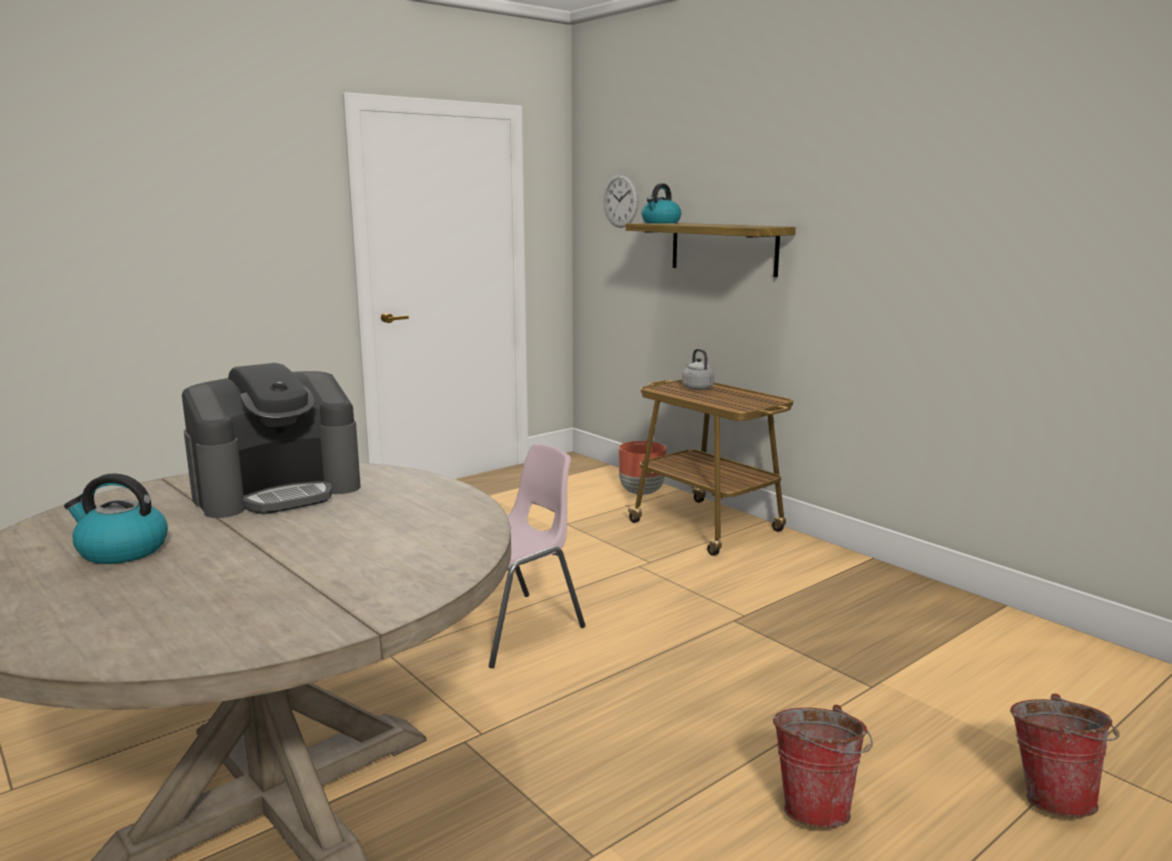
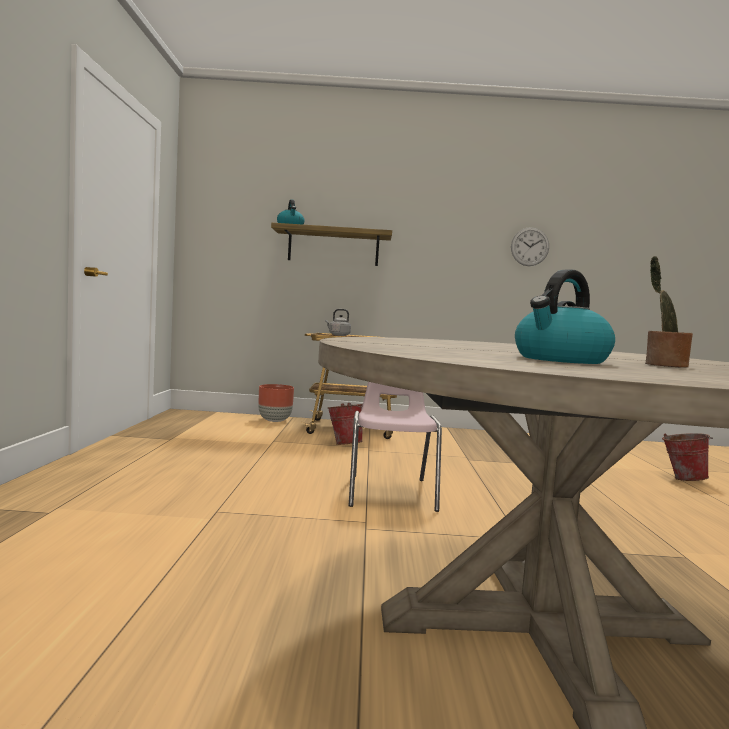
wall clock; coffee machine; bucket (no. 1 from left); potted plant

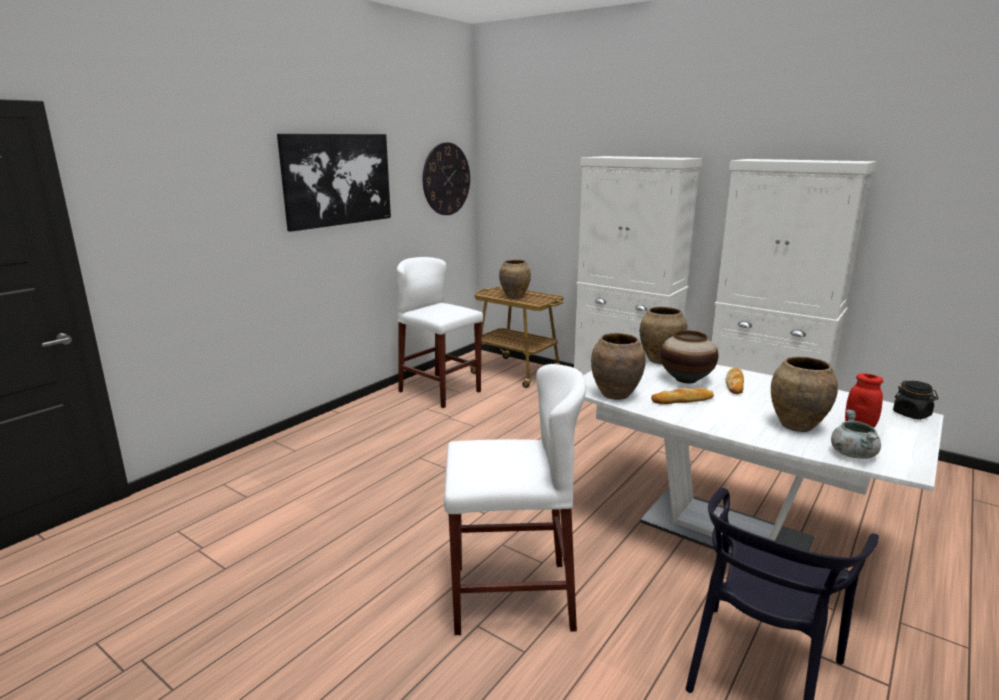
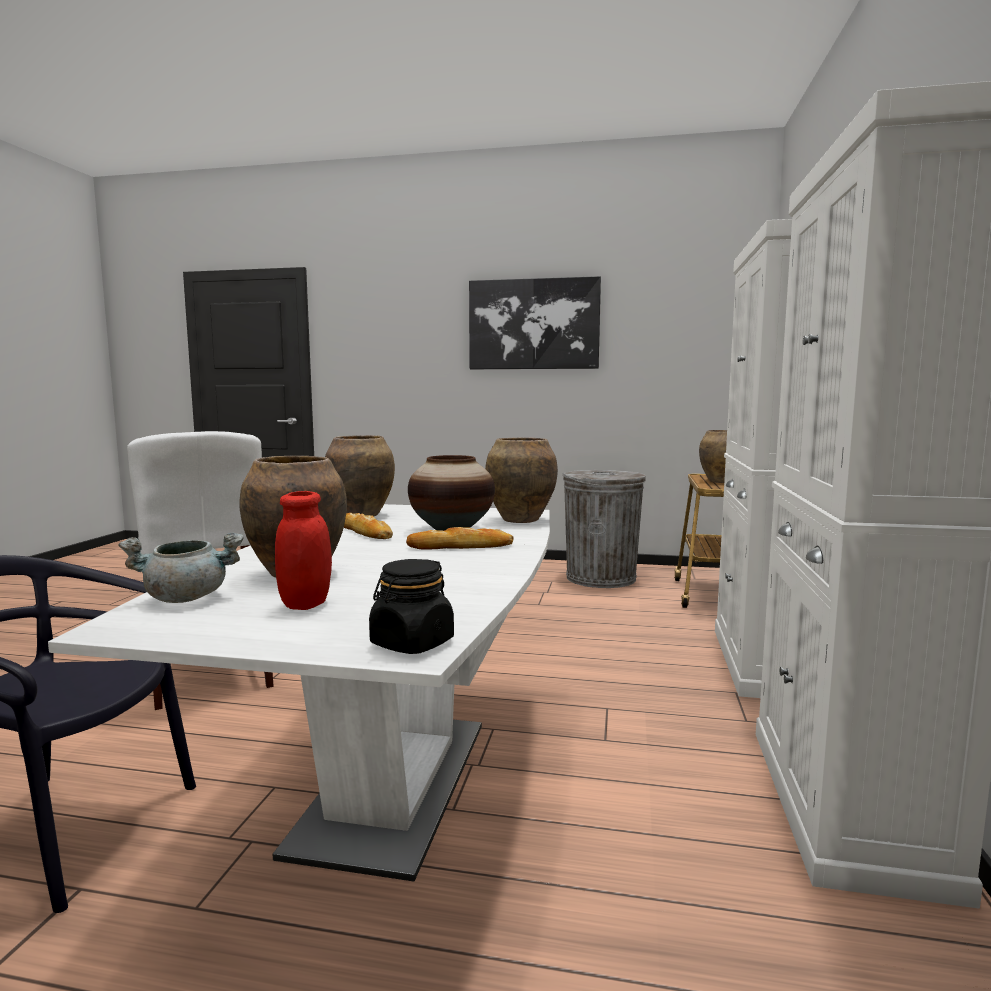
wall clock; trash can (grey)

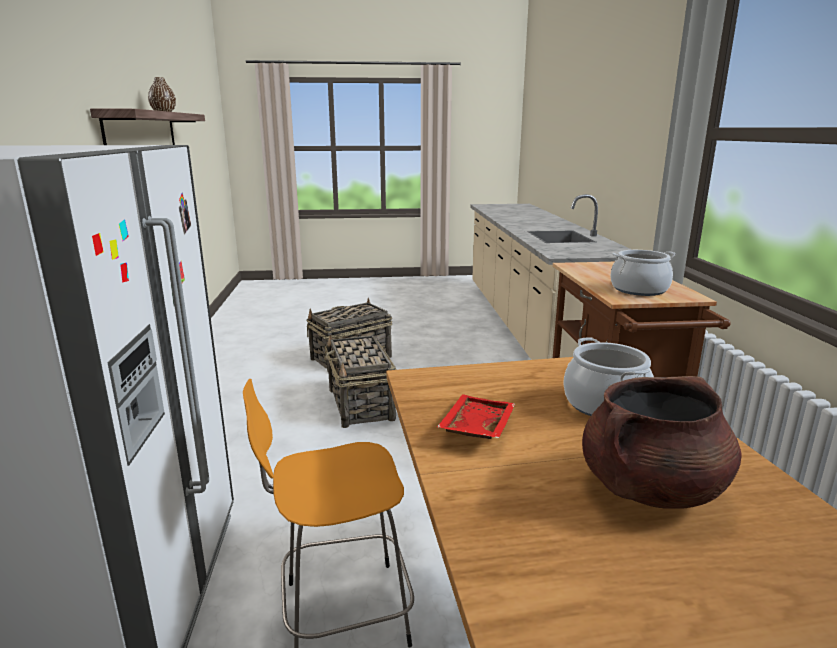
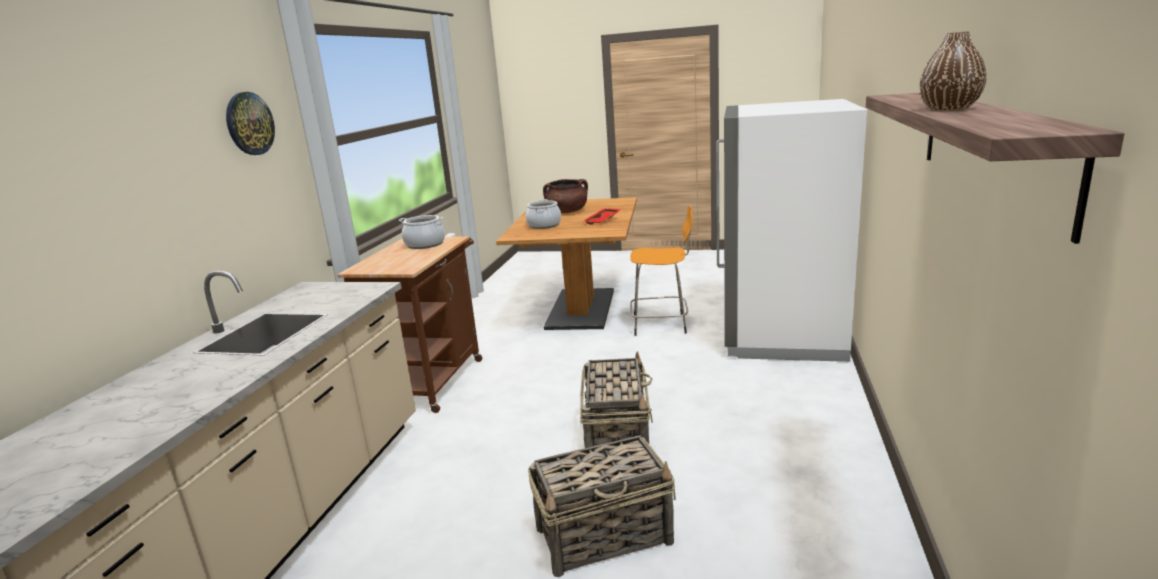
wall clock

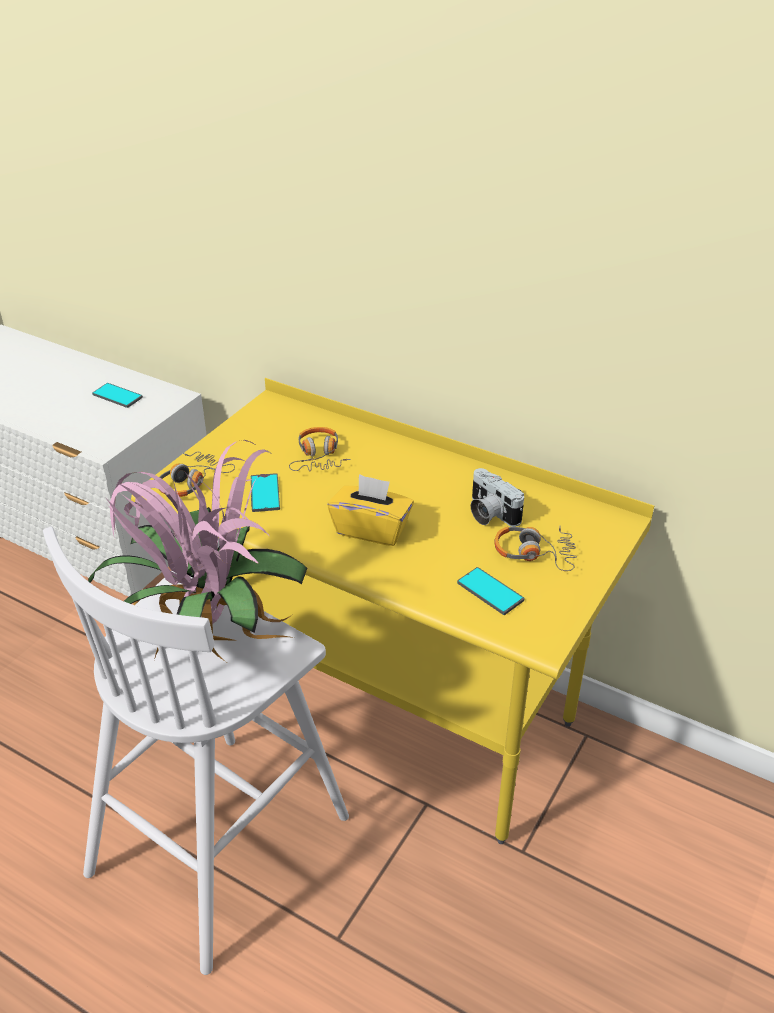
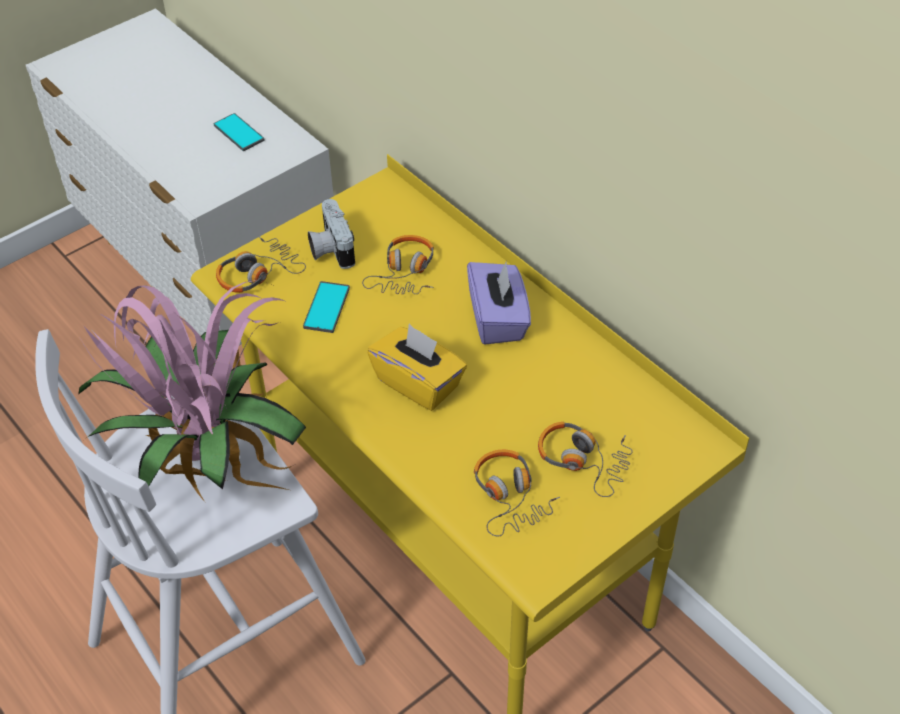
photo camera; headphones (no. 3 from left); tissue box (purple)

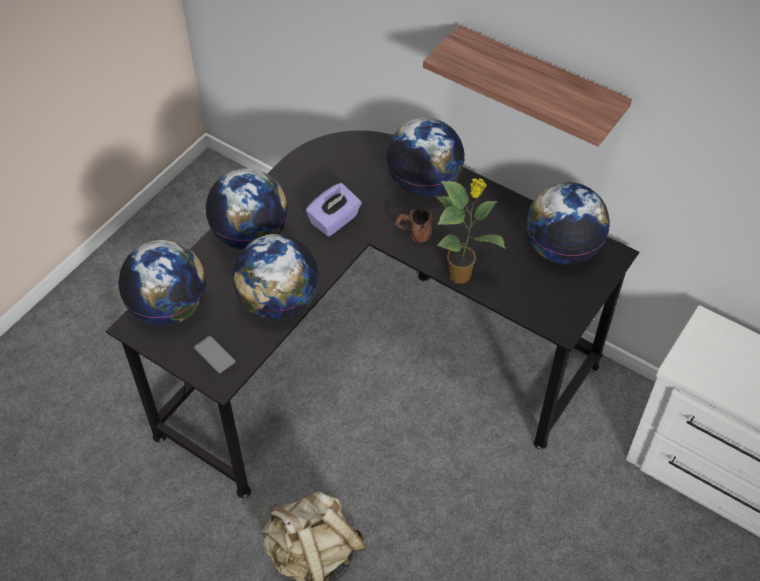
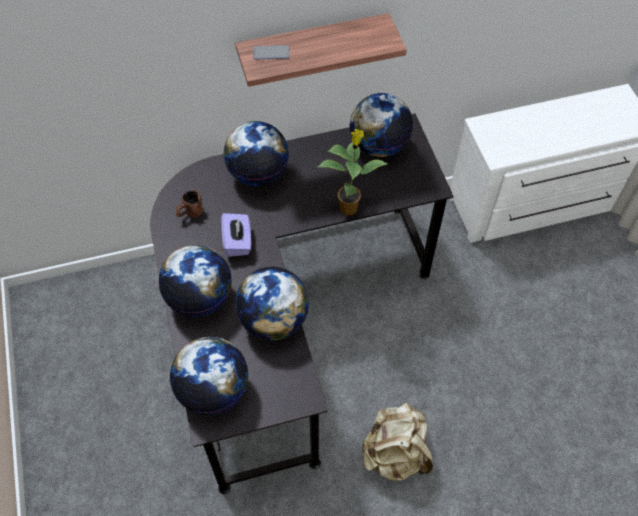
mug (brown); phone

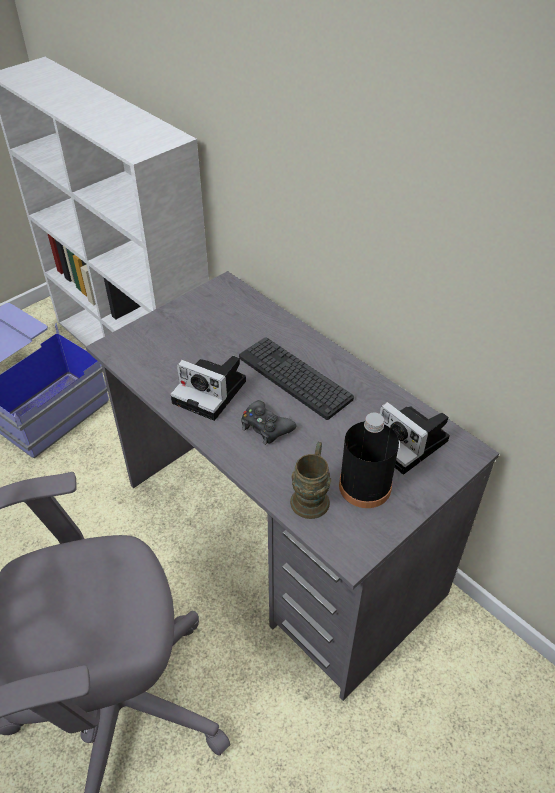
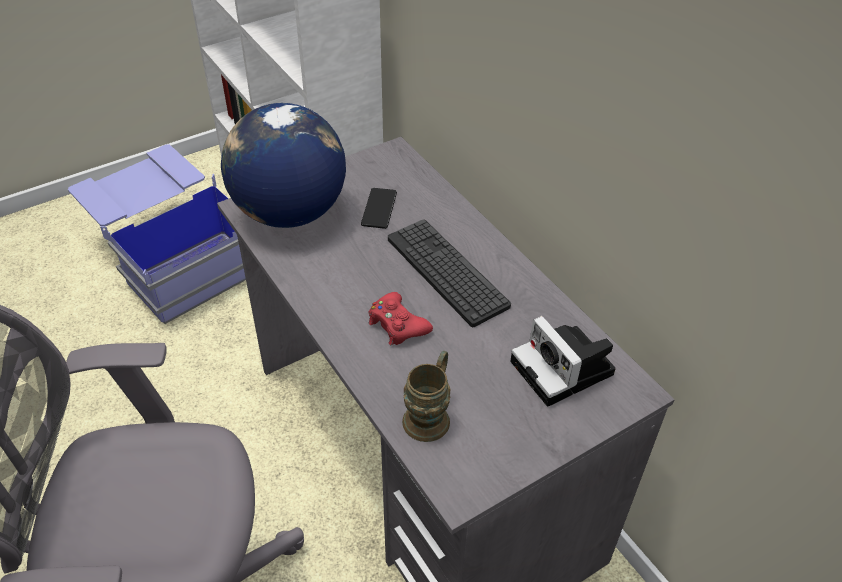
photo camera (no. 1 from left in the first image); game controller (red); bottle (black); globe; phone

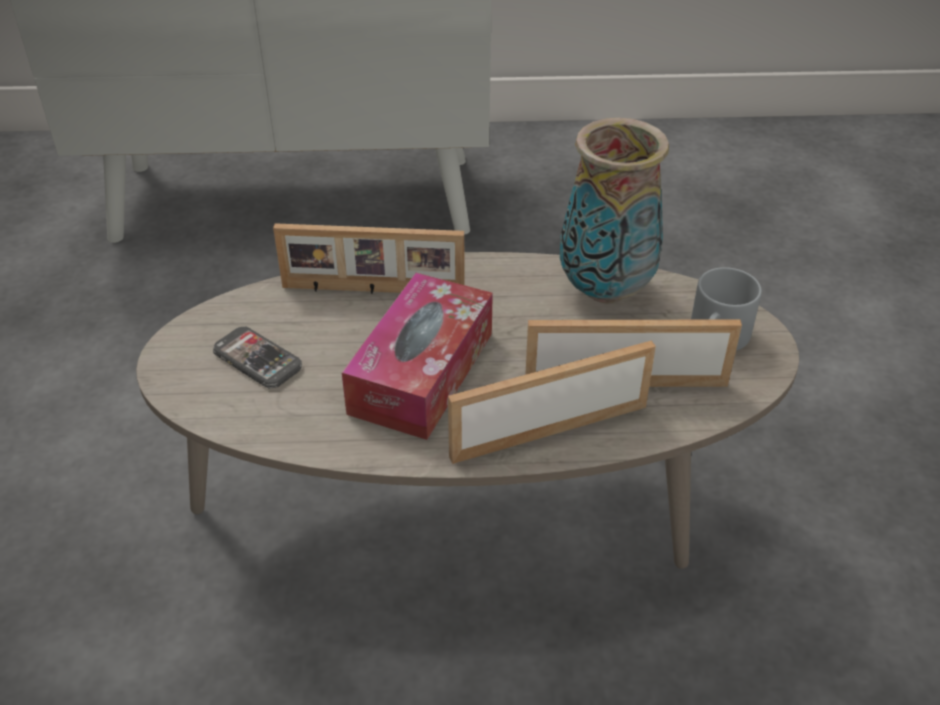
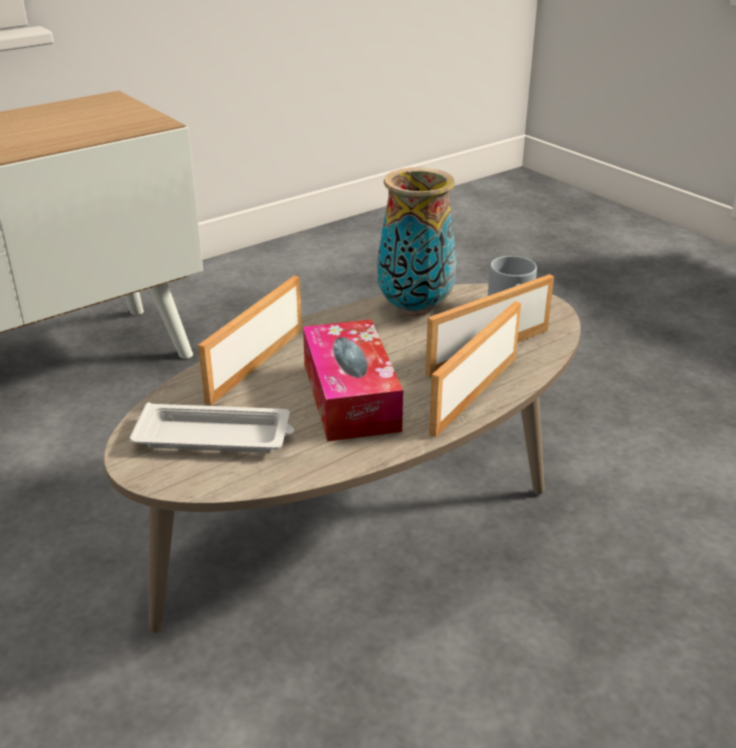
picture frame (no. 1 from left); tray (white)

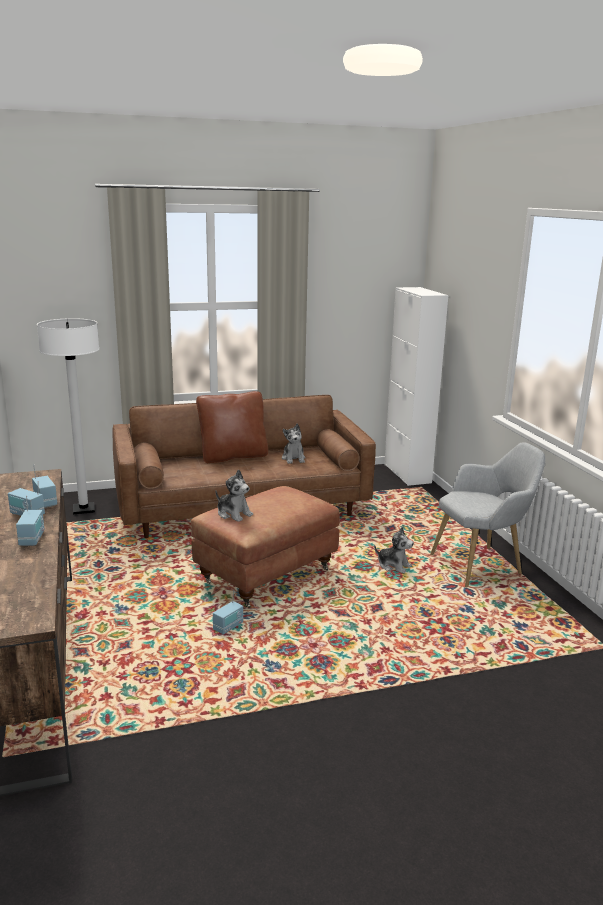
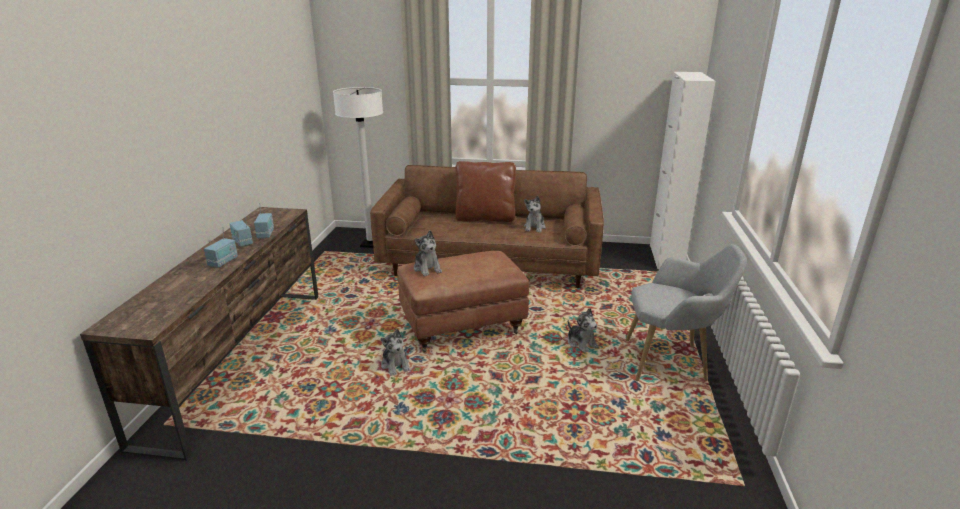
plush toy (no. 1 from left)

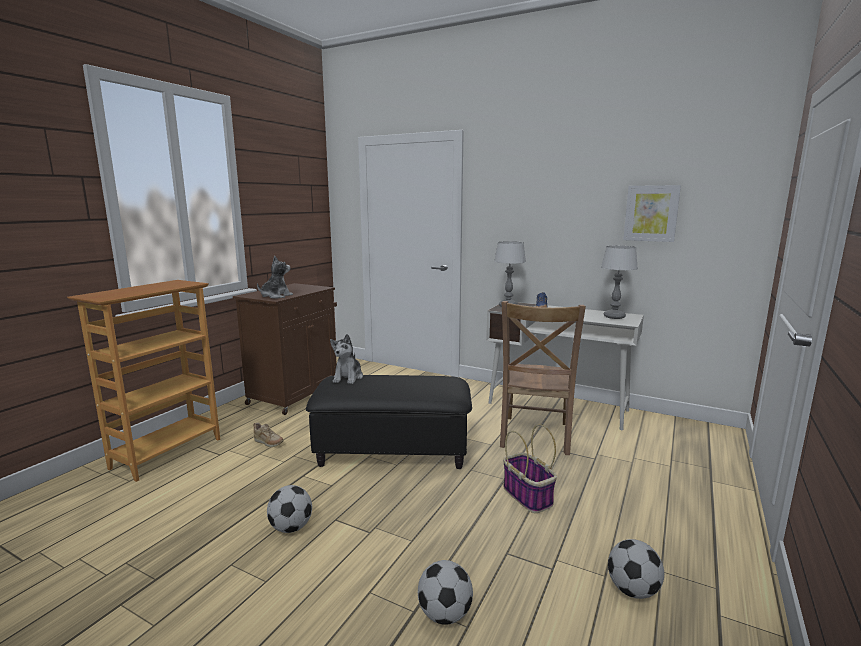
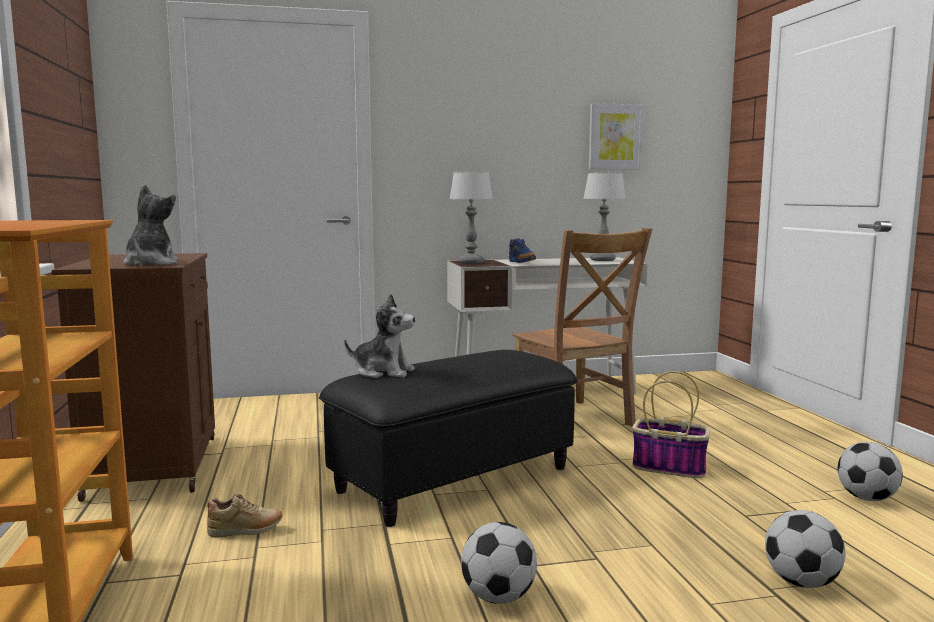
plush toy (no. 2 from left)

